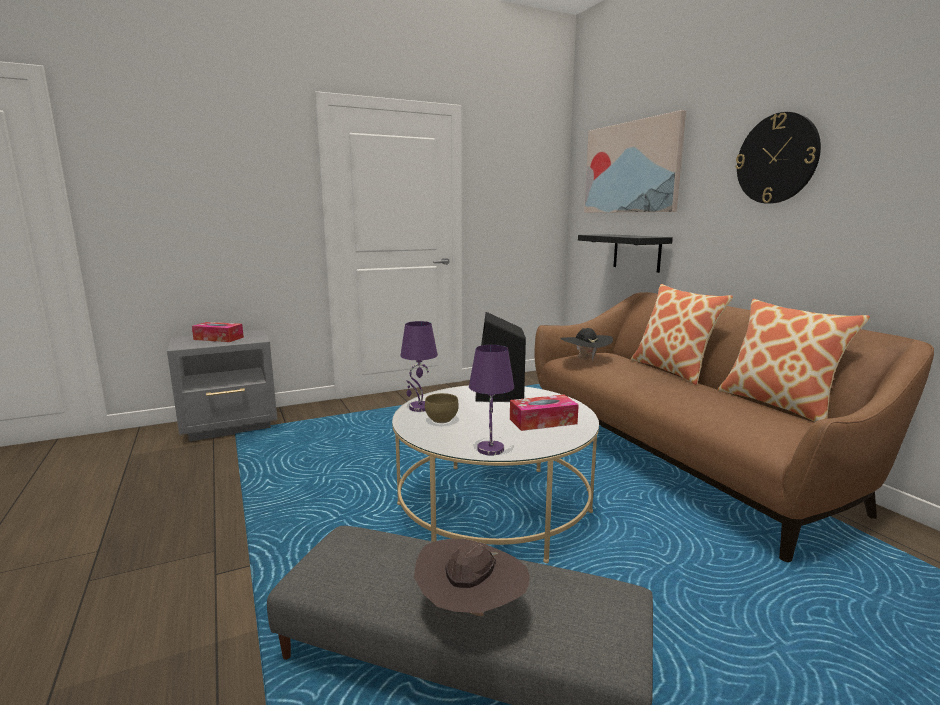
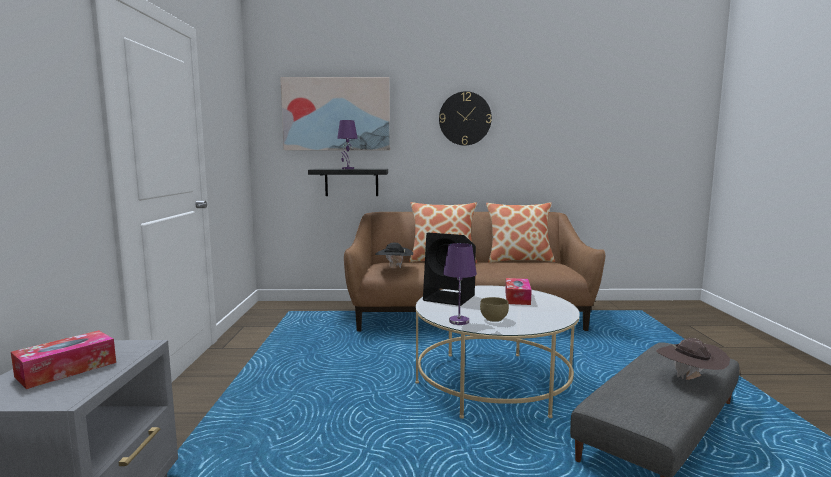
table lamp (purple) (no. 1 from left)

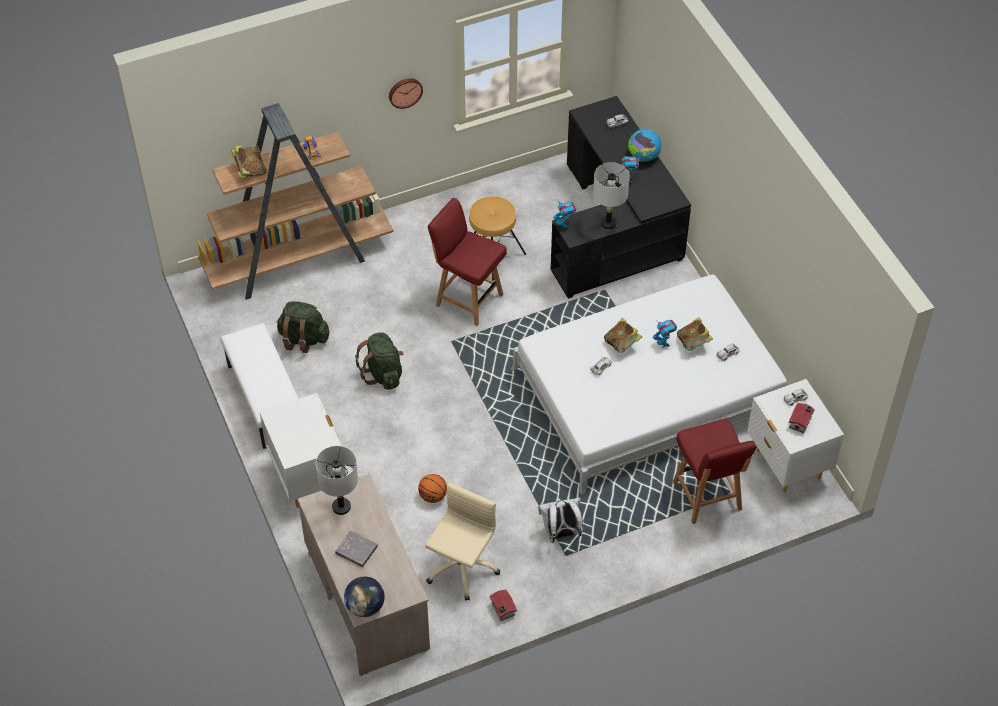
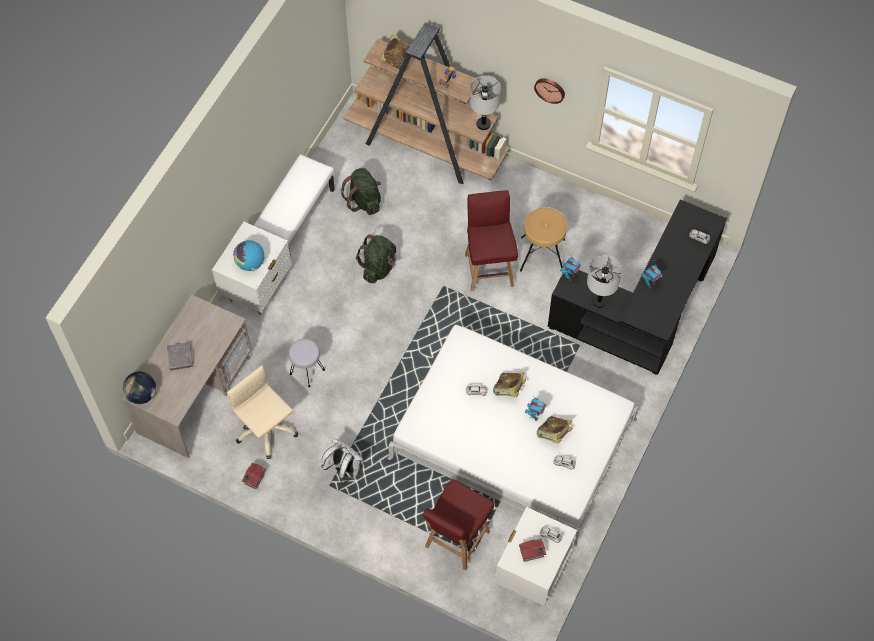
globe (no. 2 from left); table lamp (grey) (no. 1 from left); stool (grey); office chair (beige)

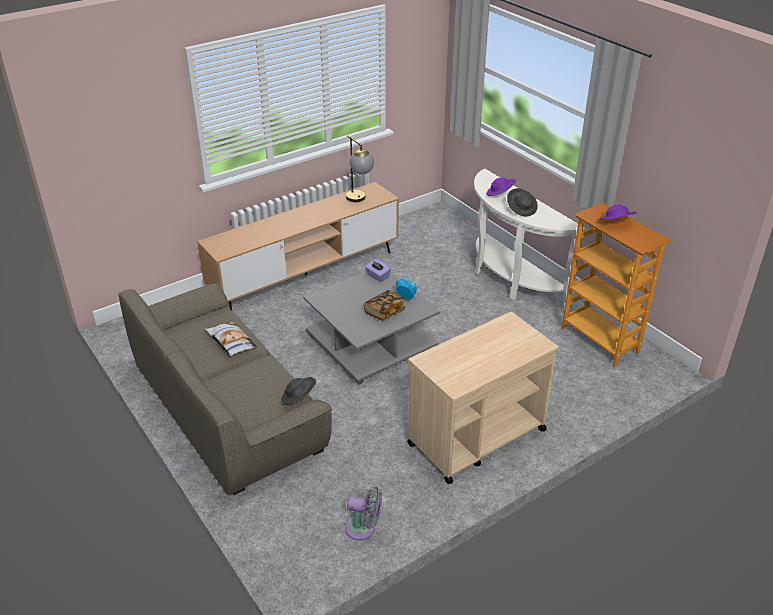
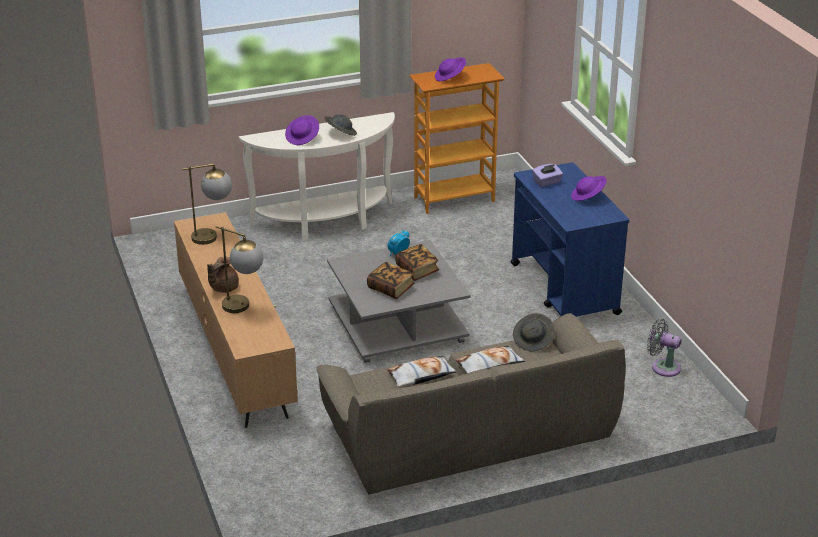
tissue box (purple); cart (blue); fan (grey); hat (purple) (no. 3 from left); table lamp (no. 2 from left); teapot (brown); book (no. 1 from left); pillow (no. 2 from left)

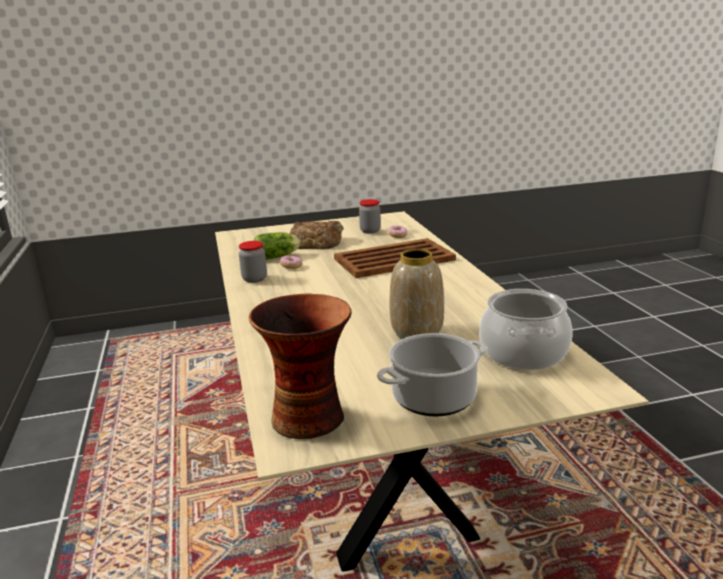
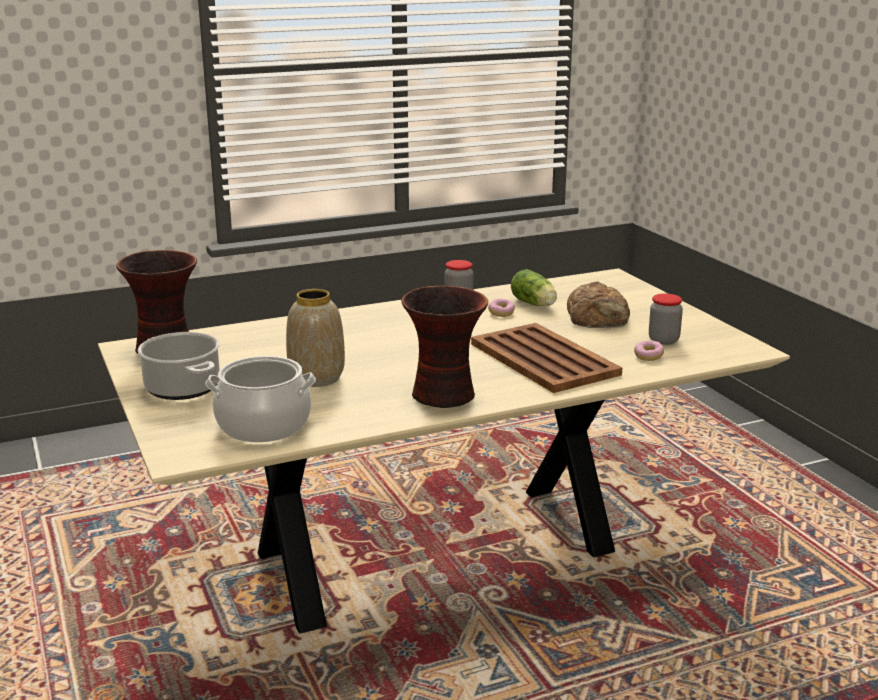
vase (no. 3 from left)

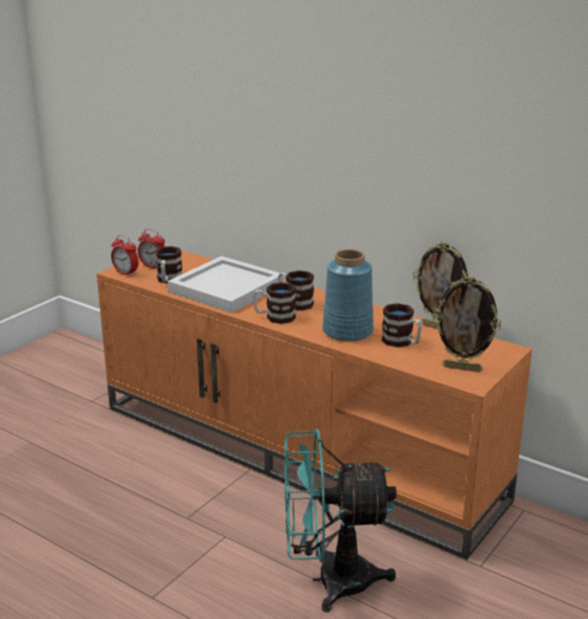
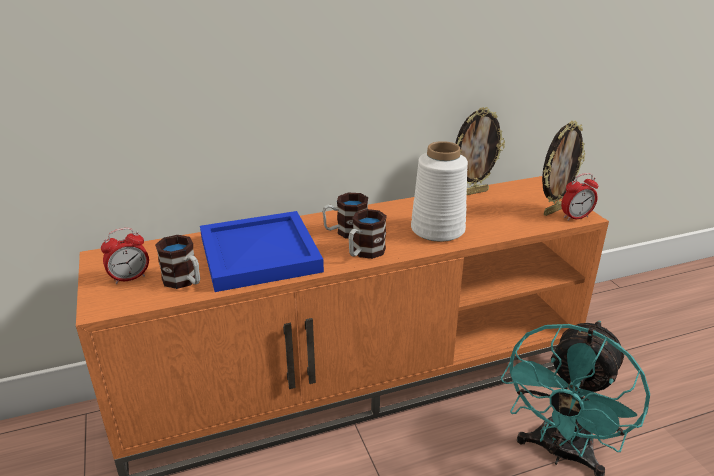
alarm clock (no. 2 from left); vase (white); tray (blue); mug (no. 4 from left in the first image)

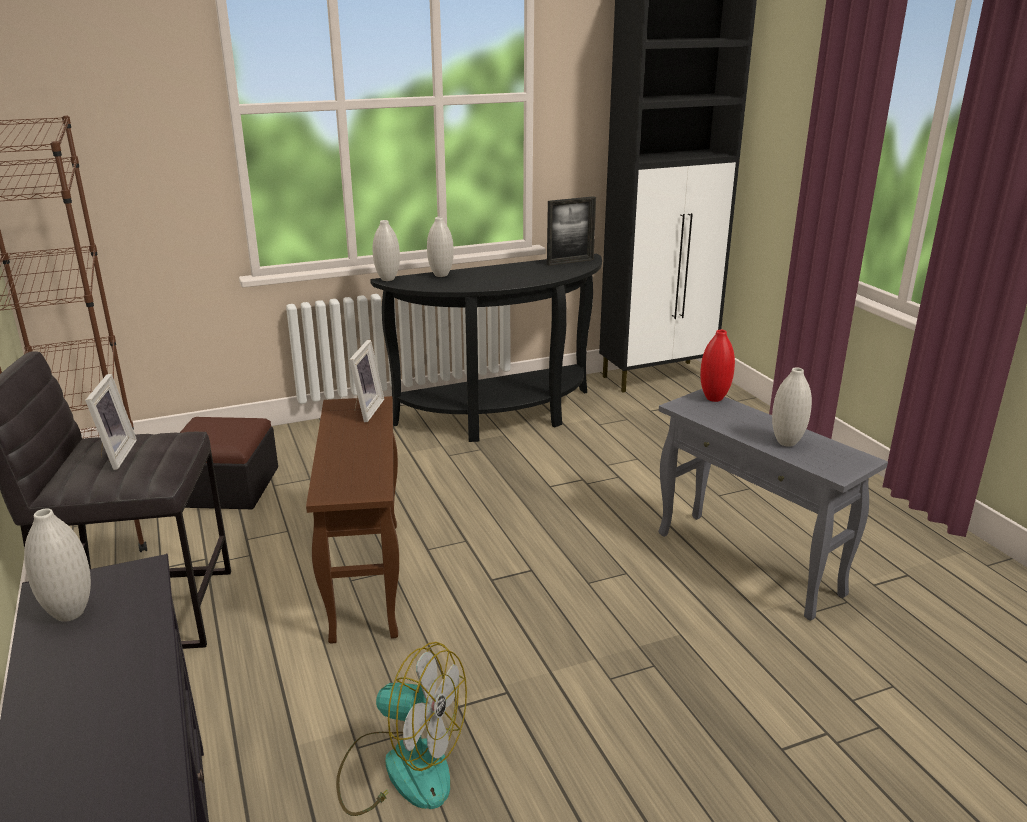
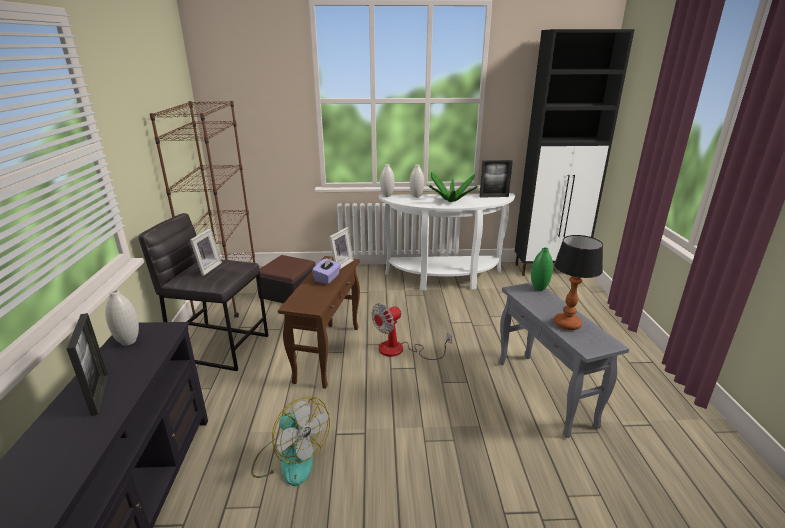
console table (white); vase (green); table lamp; potted plant; tissue box (purple); fan (no. 2 from left); picture frame (no. 1 from left)

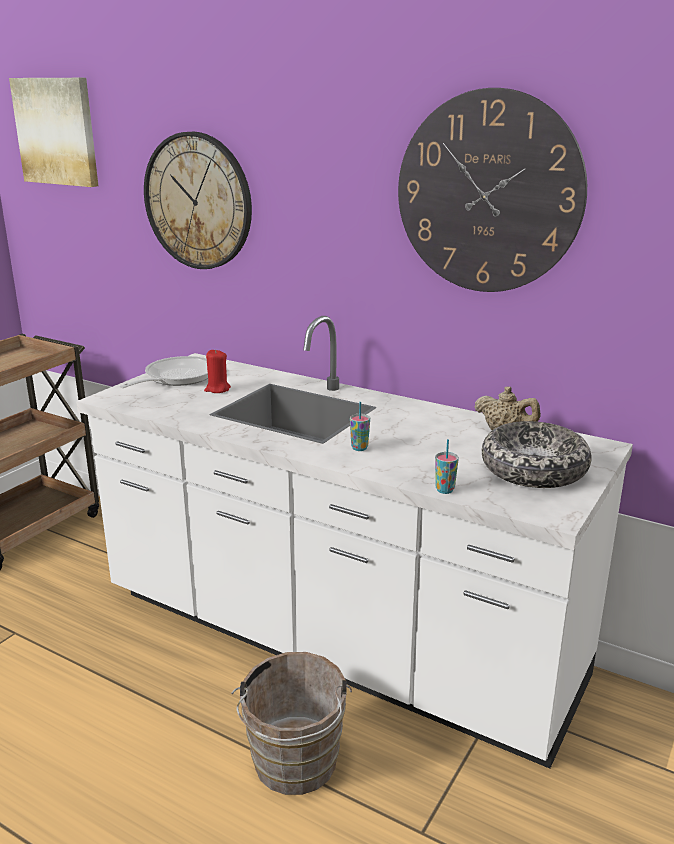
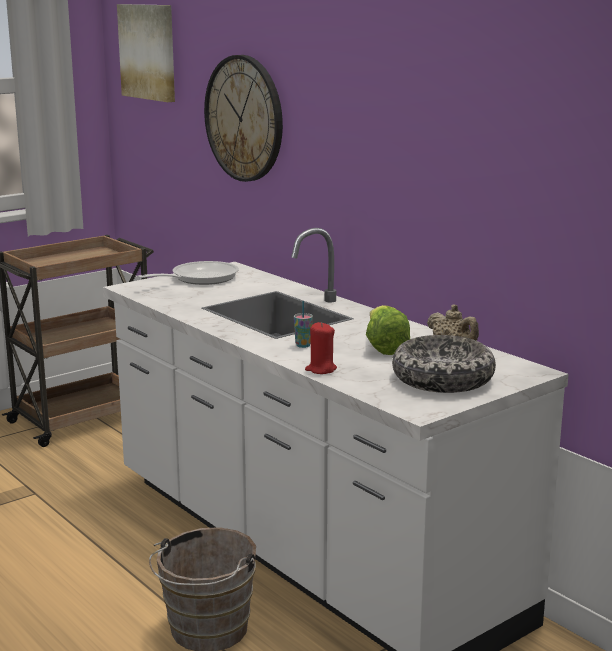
wall clock (no. 2 from left in the first image); candle (red); cup (no. 2 from left in the first image); lettuce

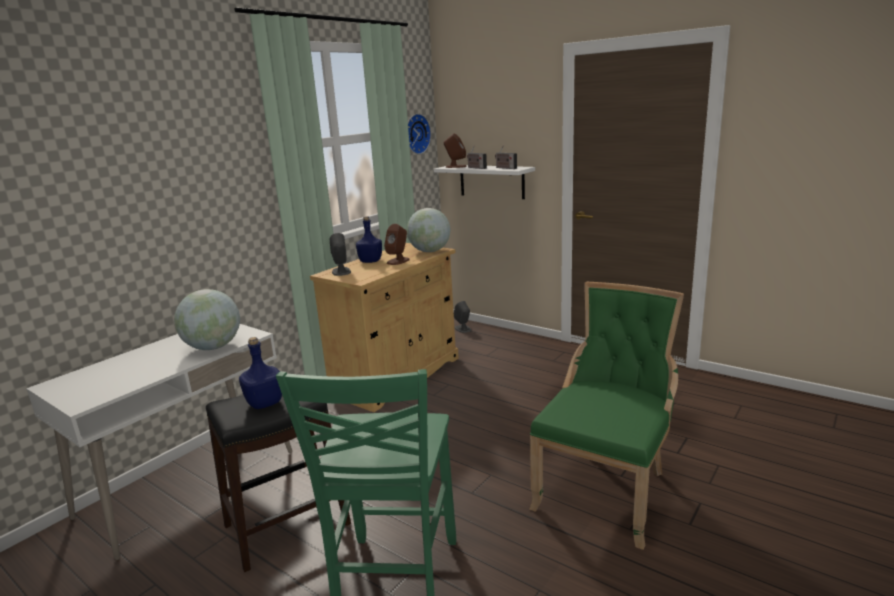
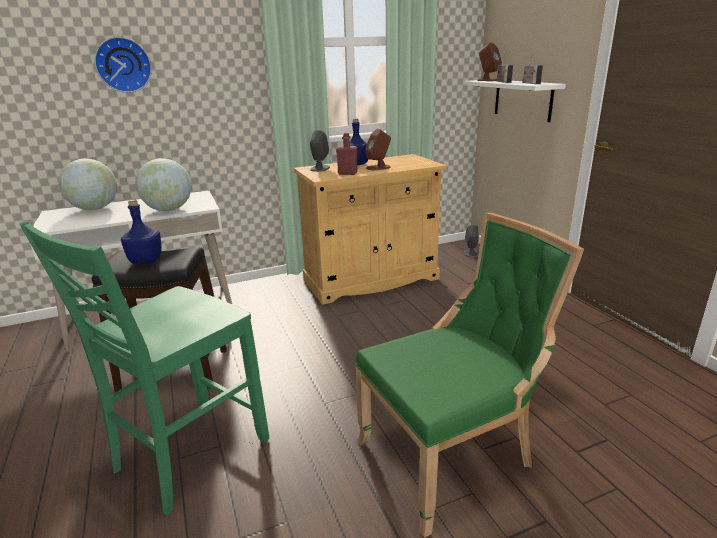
wall clock; globe (no. 1 from left); bottle (red)

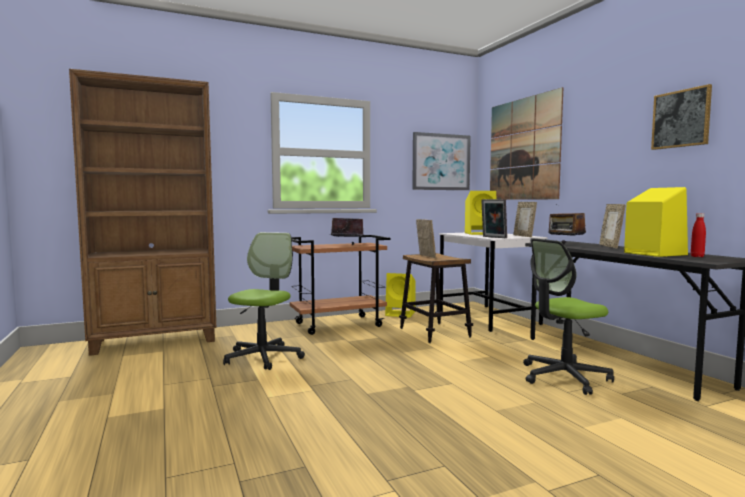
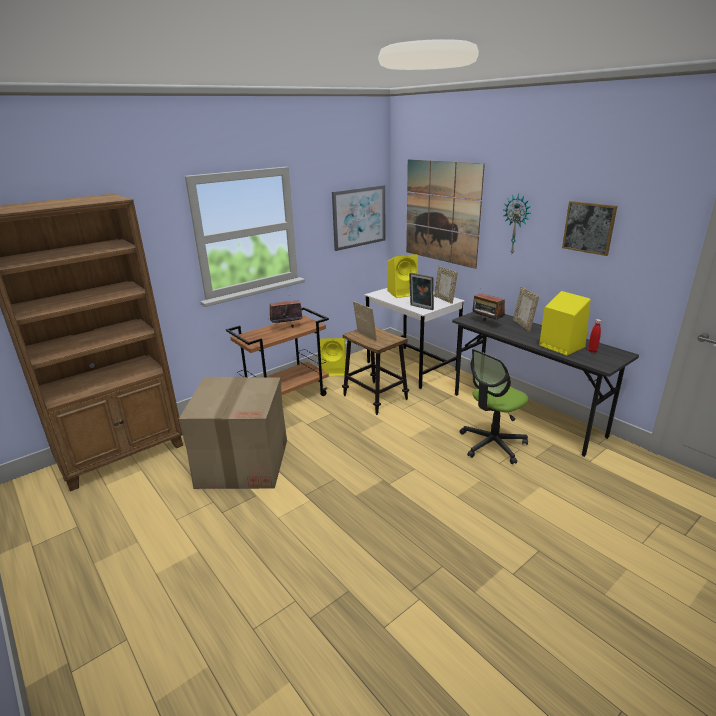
cardboard box; wall clock

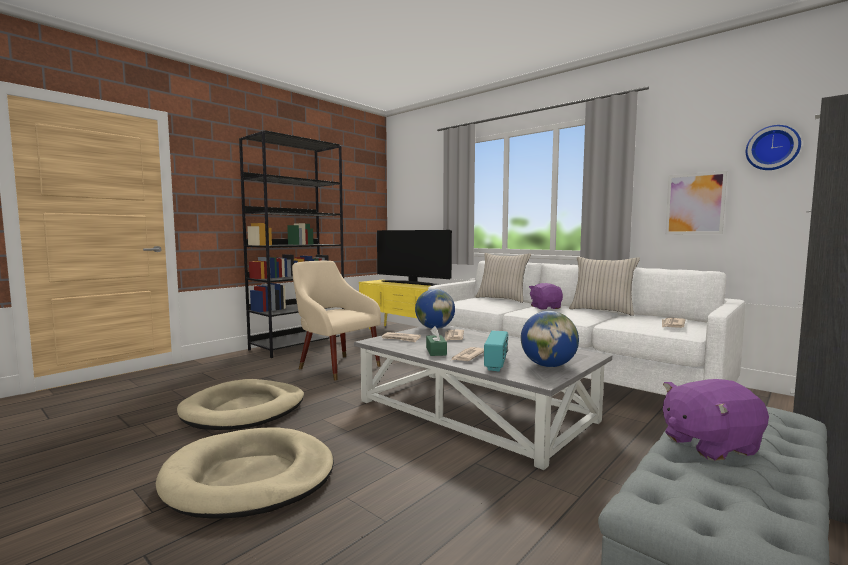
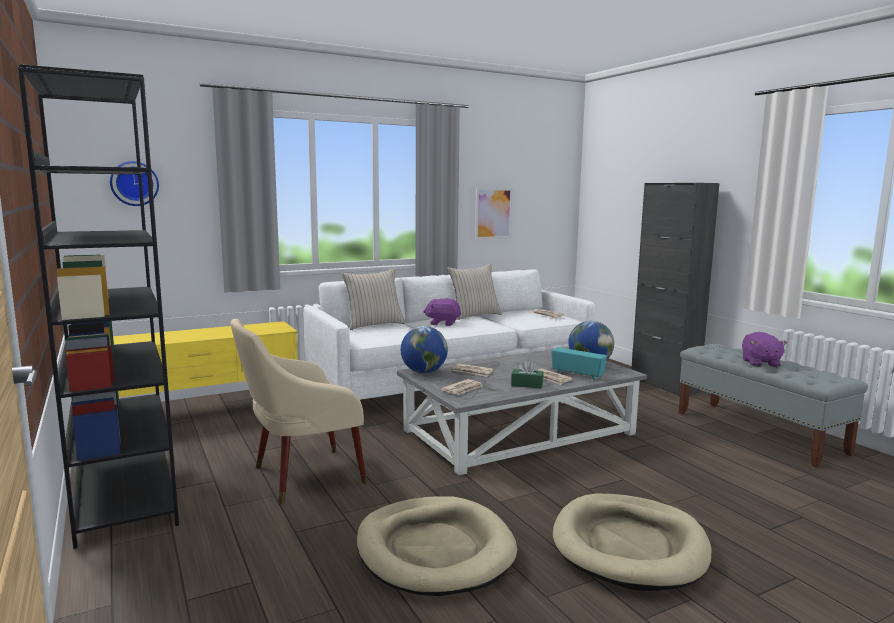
wall clock; television

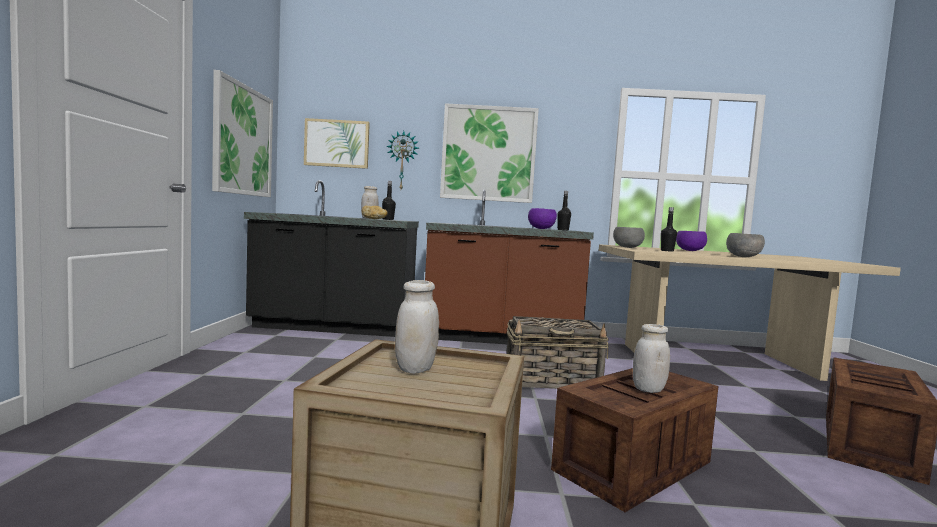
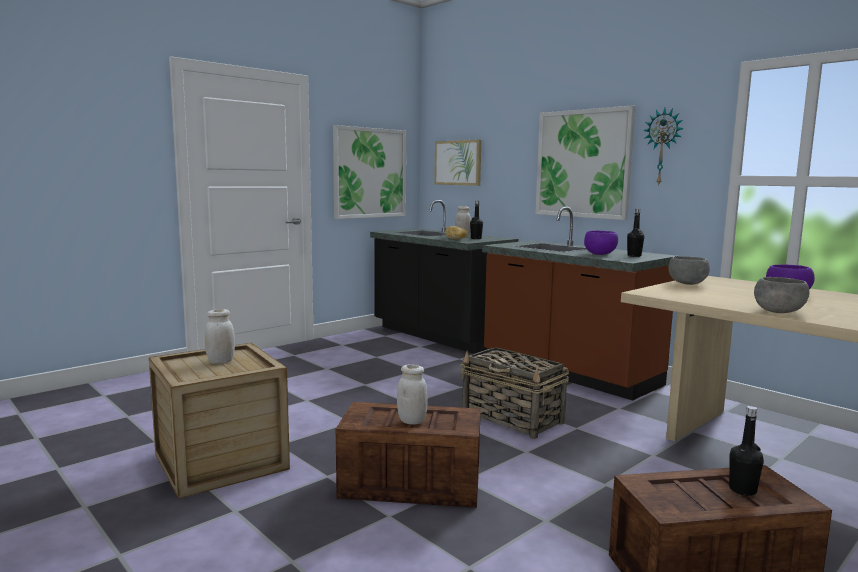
wall clock; bottle (black) (no. 3 from left)

